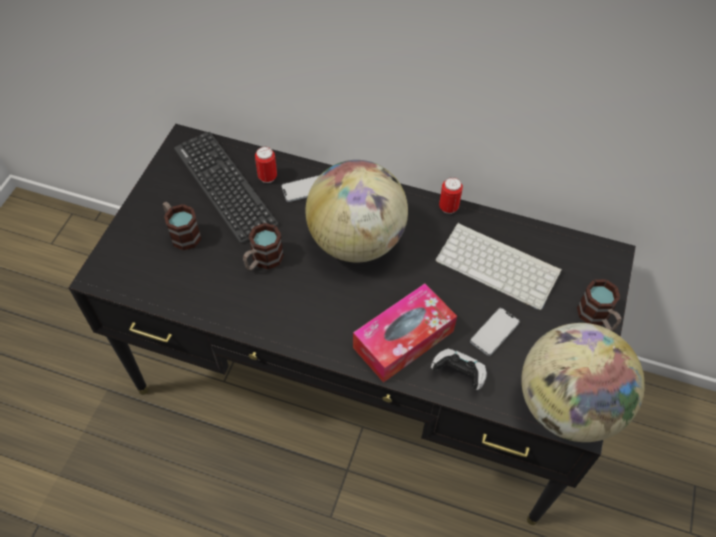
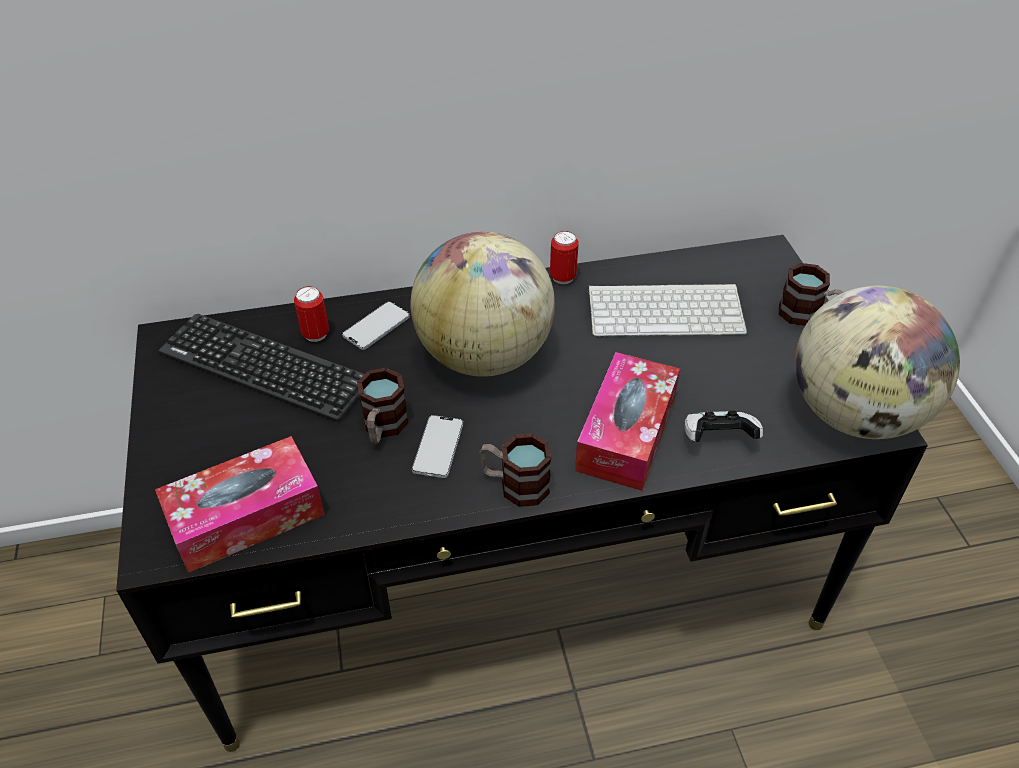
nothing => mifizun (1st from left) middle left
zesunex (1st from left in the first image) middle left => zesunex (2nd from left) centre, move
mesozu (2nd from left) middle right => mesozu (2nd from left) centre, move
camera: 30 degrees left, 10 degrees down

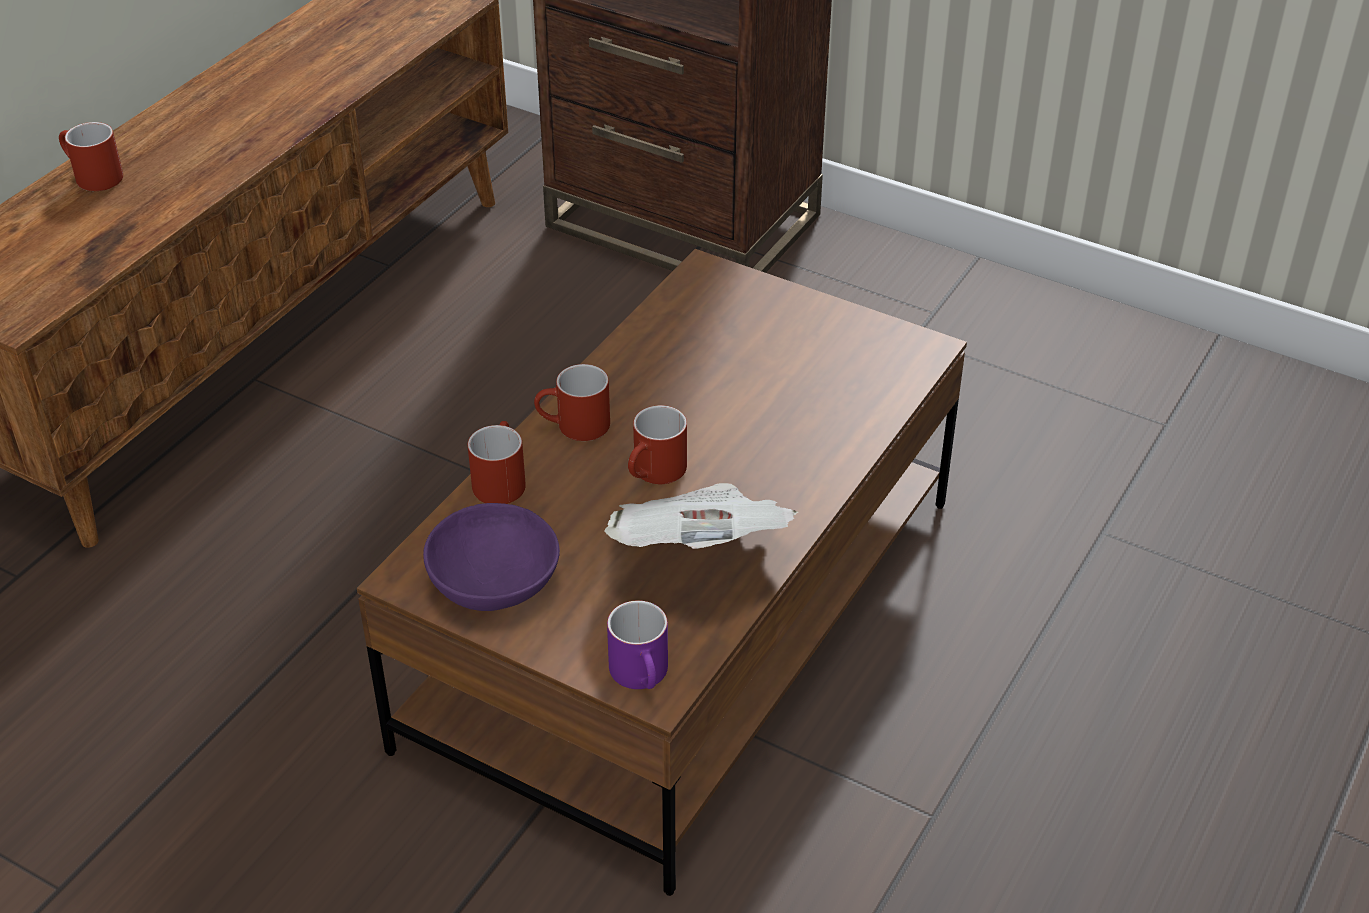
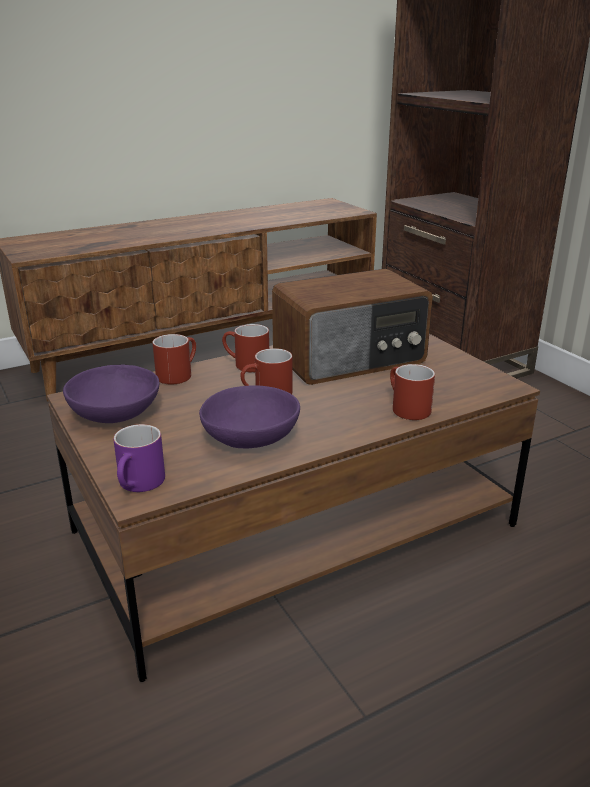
nothing => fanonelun centre
red_zesunex (1st from left in the first image) top left => red_zesunex (4th from left) middle right, move
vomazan centre => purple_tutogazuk (2nd from left) centre
camera: 30 degrees right, 15 degrees down

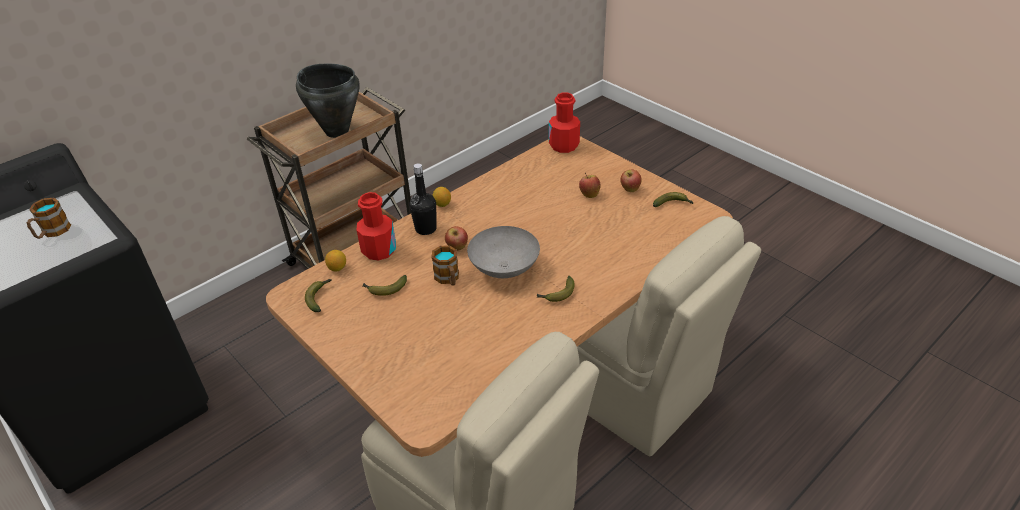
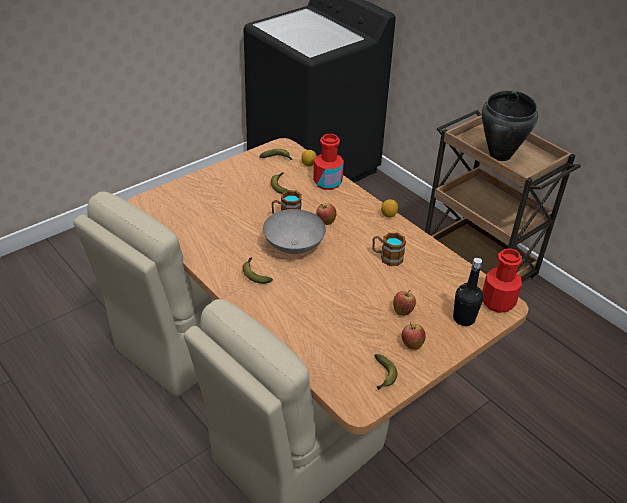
zesunex (1st from left in the first image) middle left => zesunex (2nd from left) centre, move
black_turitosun centre => black_turitosun middle right, move
camera: 90 degrees right, 0 degrees up

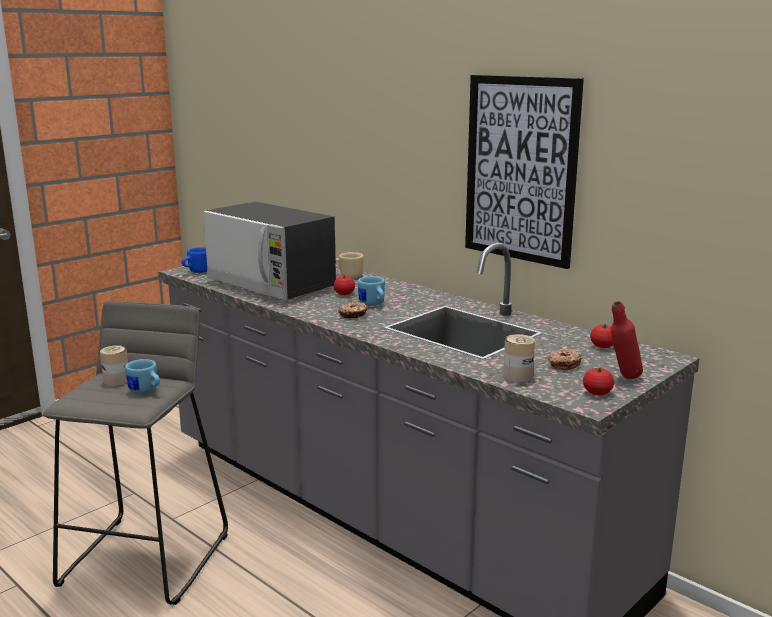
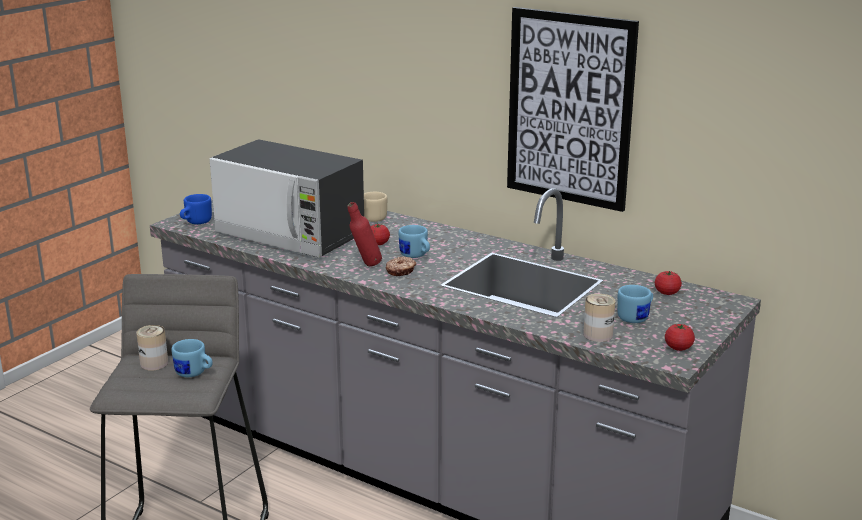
red_turitosun middle right => red_turitosun centre, move
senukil (2nd from left) middle right => blue_zesunex (4th from left) middle right
camera: 10 degrees left, 5 degrees up

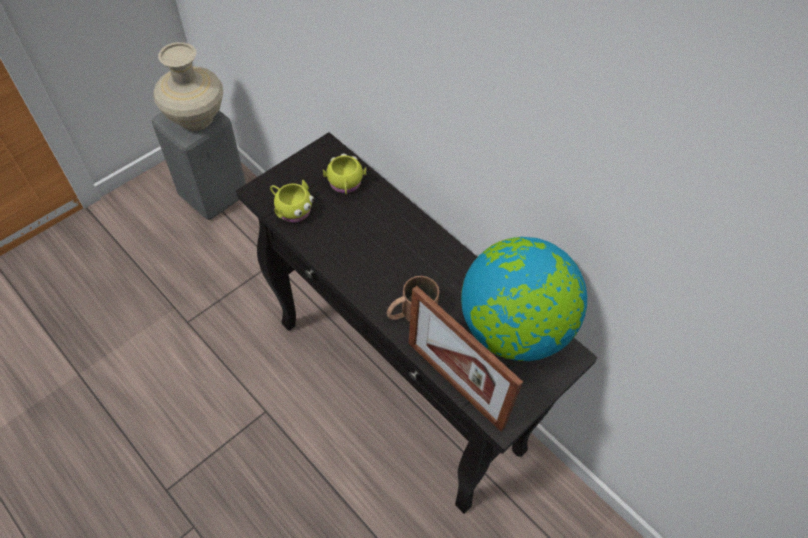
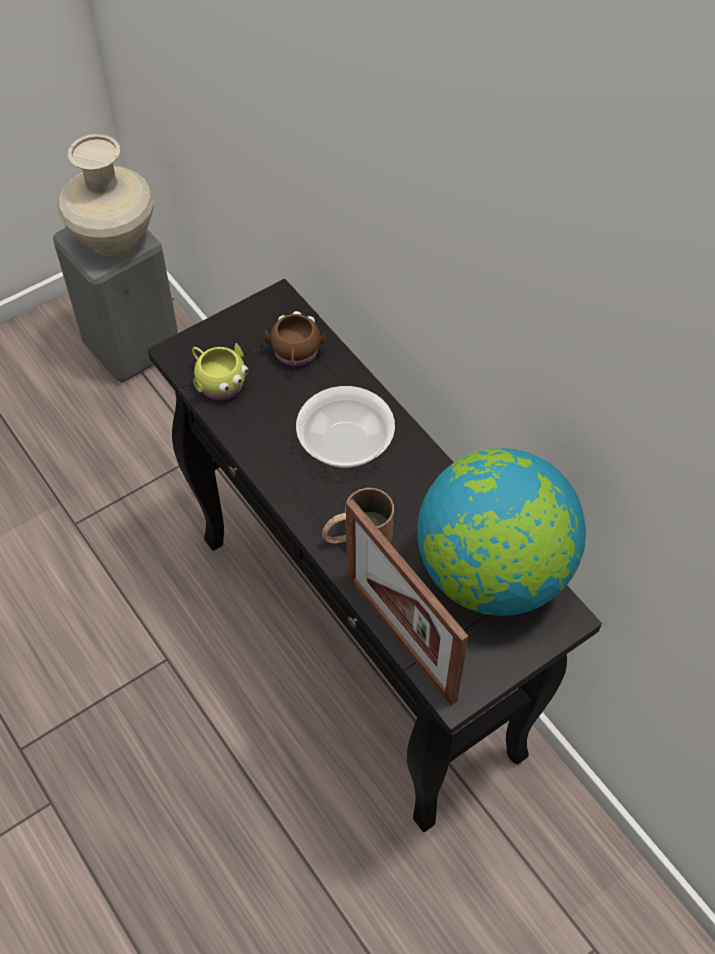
nothing => tutogazuk centre
yellow_zesunex (2nd from left) top centre => brown_zesunex (1st from left) centre
camera: 10 degrees right, 0 degrees up

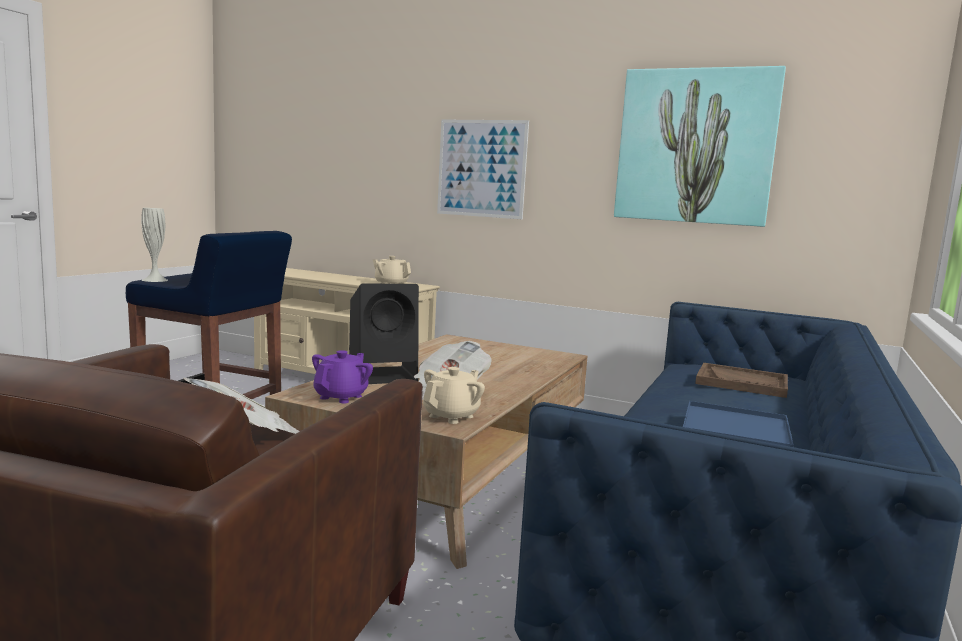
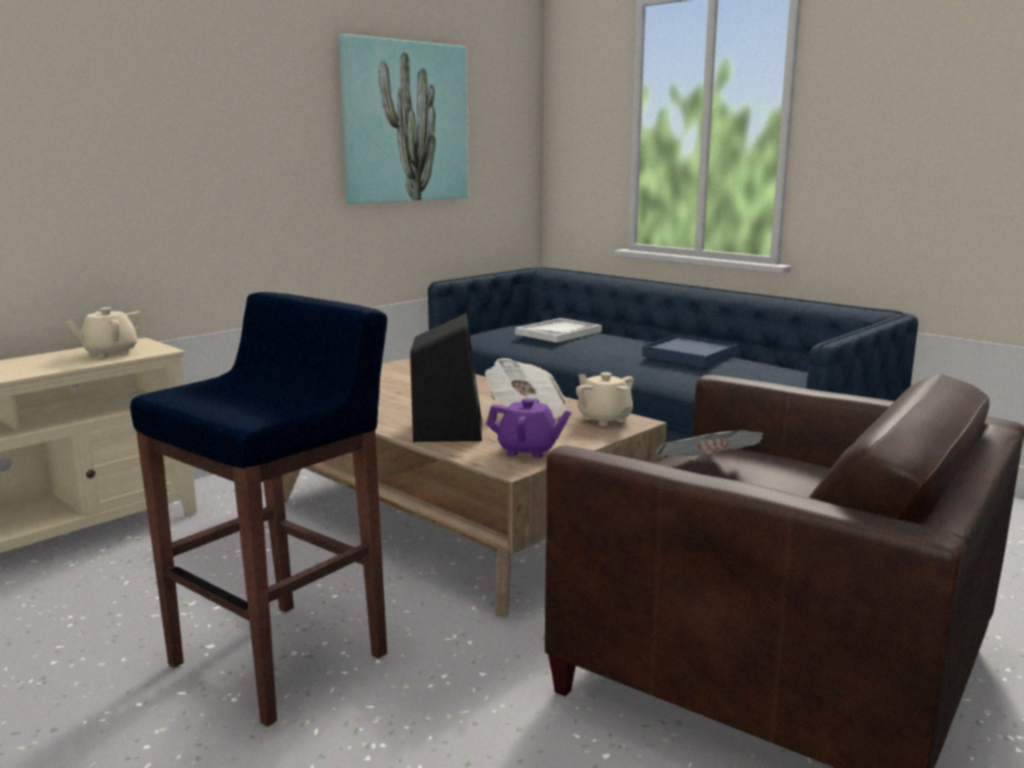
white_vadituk middle left => nothing
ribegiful (1st from left) top centre => nothing
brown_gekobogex middle right => white_gekobogex centre
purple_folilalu centre, 150 degrees clockwise
camera: 70 degrees left, 5 degrees up

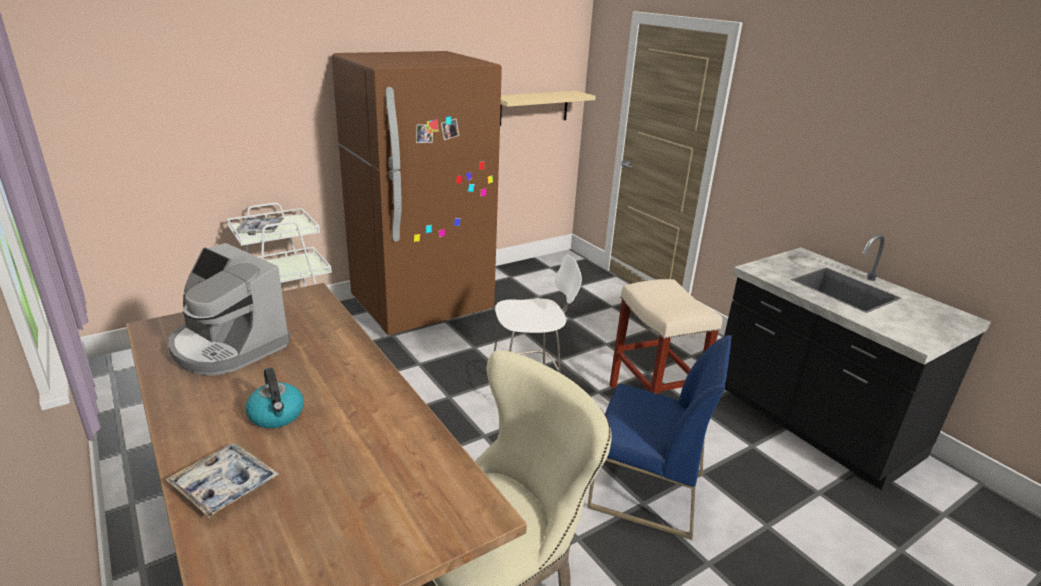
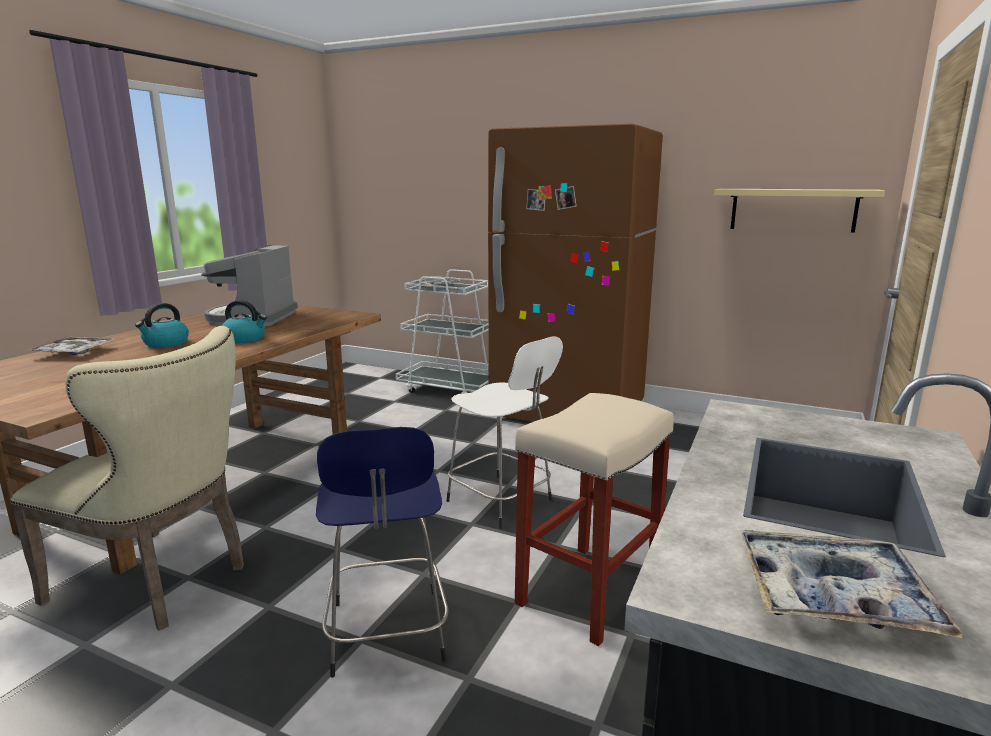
nothing => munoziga (2nd from left) middle left
nothing => gekobogex (3rd from left) bottom right
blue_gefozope bottom centre => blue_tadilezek bottom centre
camera: 60 degrees right, 10 degrees down

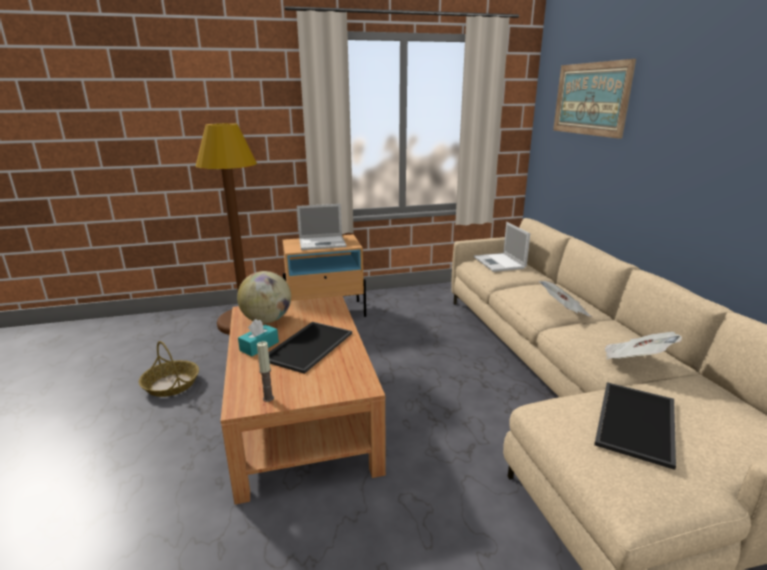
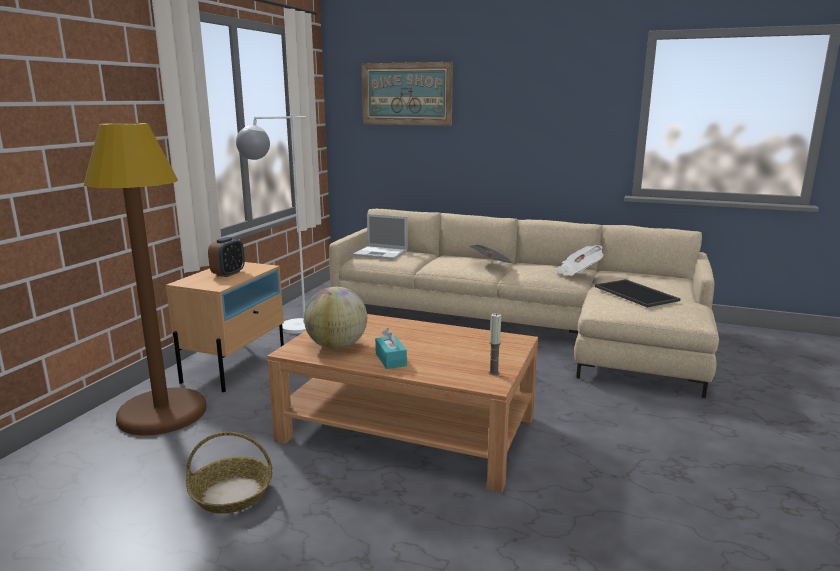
gekobogex (1st from left) centre => nothing
nothing => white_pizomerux middle left
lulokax (1st from left) centre => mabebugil middle left
camera: 55 degrees left, 5 degrees down

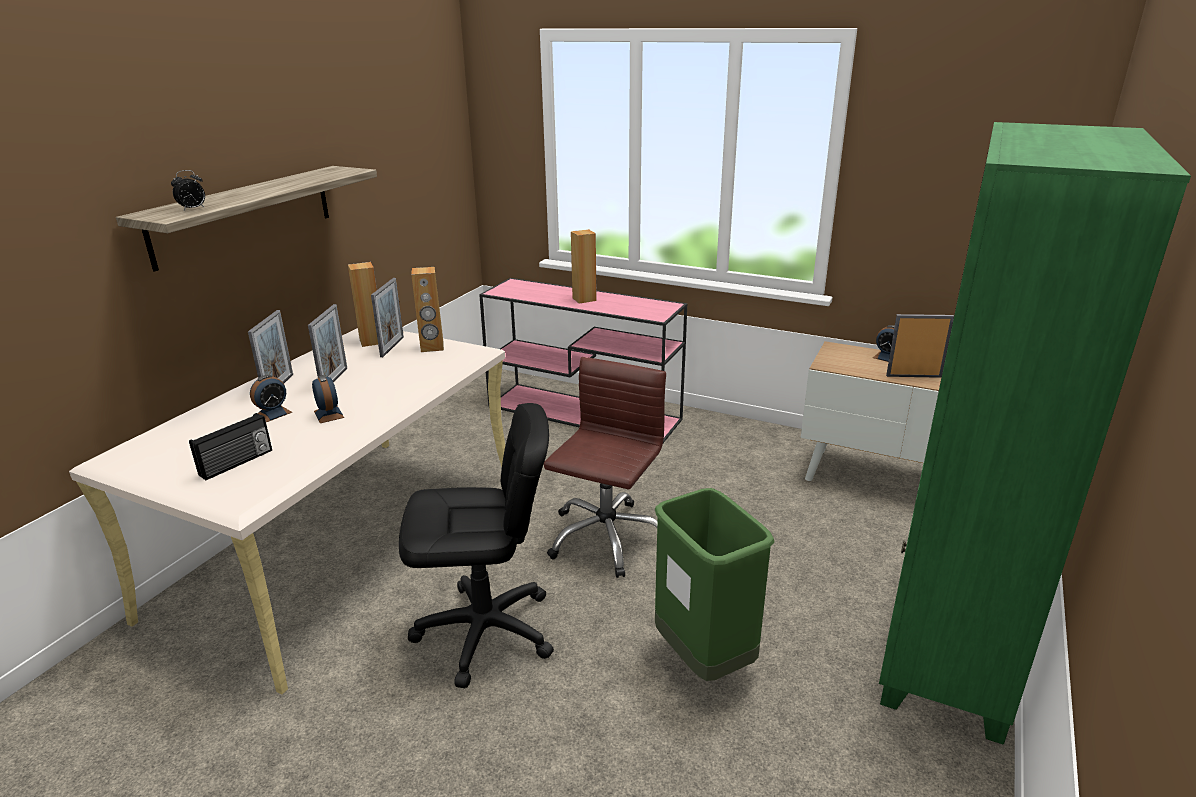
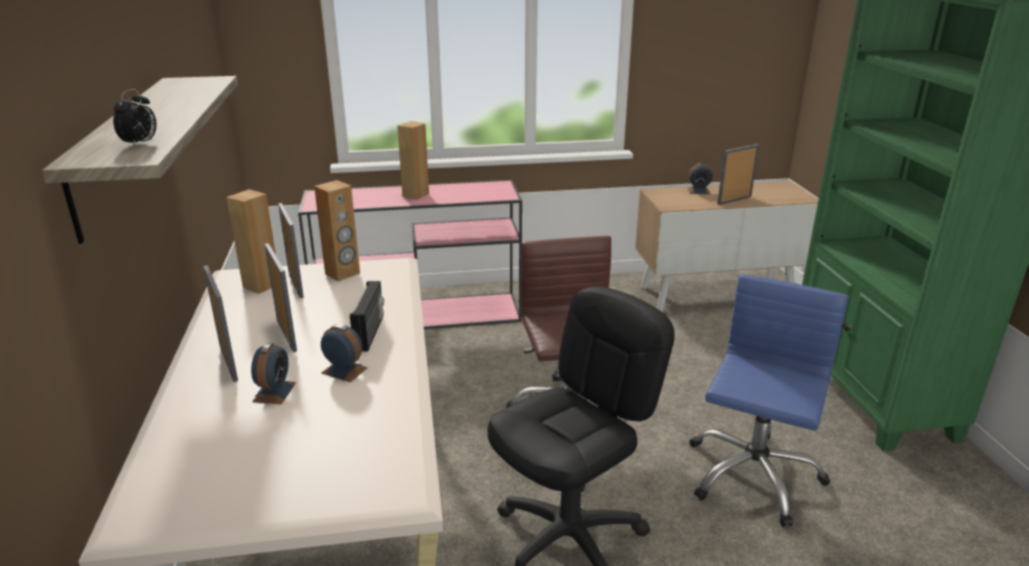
fanonelun middle left => fanonelun centre, move
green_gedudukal bottom centre => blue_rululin bottom right
camera: 35 degrees left, 0 degrees up

